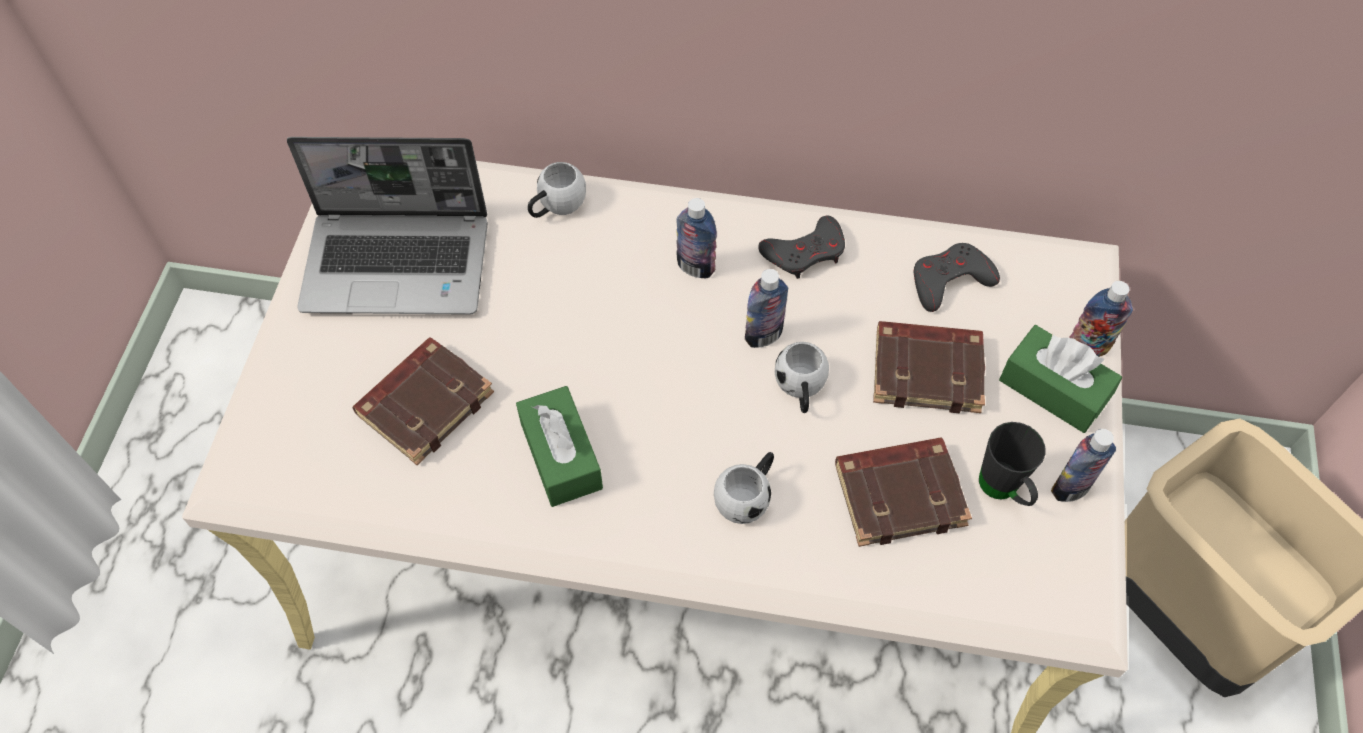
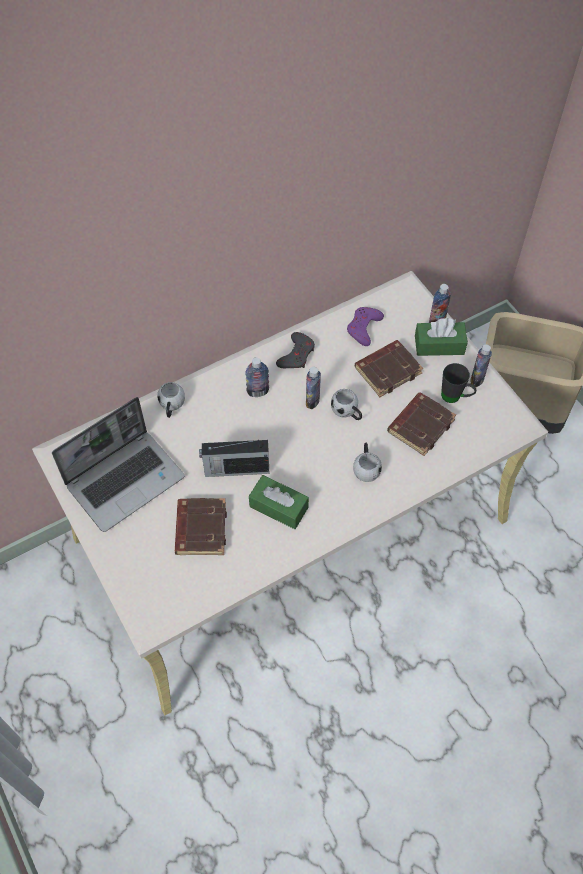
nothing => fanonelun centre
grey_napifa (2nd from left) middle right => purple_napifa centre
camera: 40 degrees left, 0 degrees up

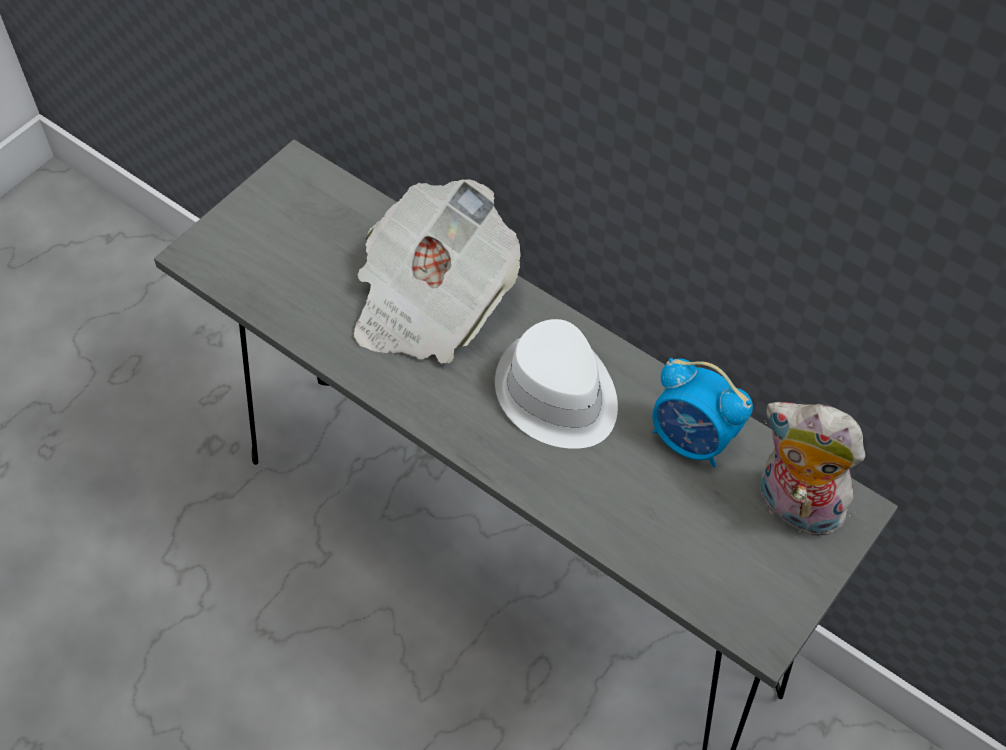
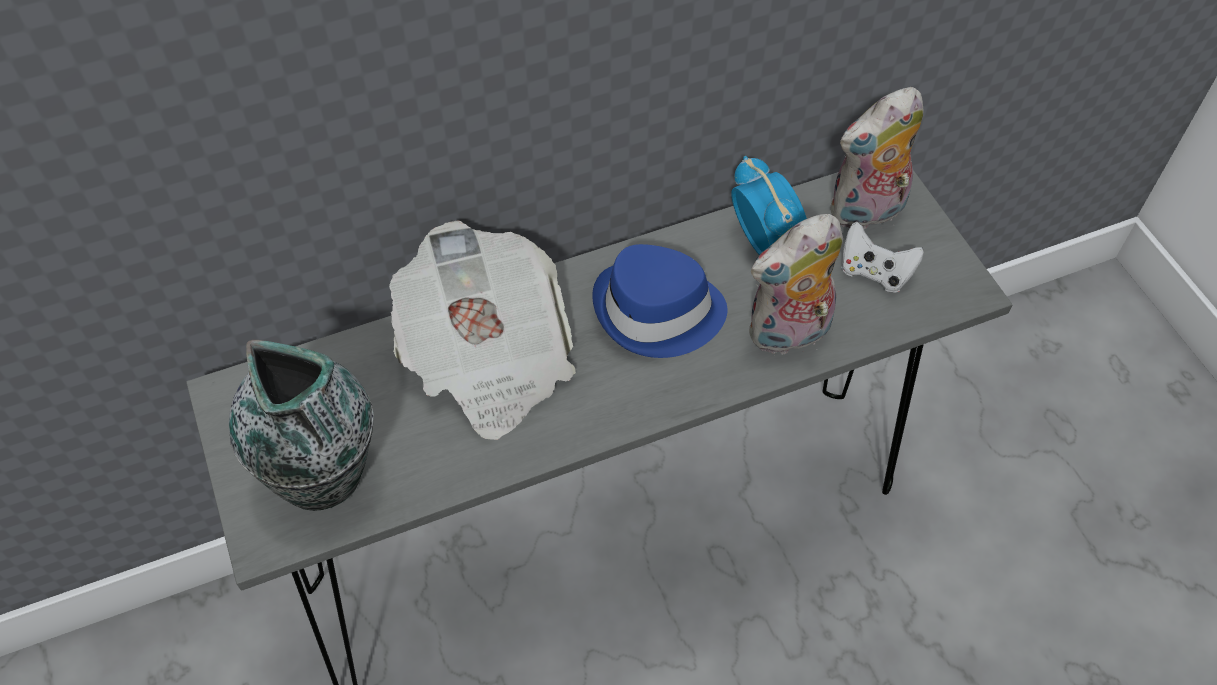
nothing => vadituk middle left
nothing => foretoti (1st from left) centre
nothing => white_napifa middle right
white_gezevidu centre => blue_gezevidu centre
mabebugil middle right => mabebugil top centre, 90 degrees counterclockwise
camera: 60 degrees left, 0 degrees up

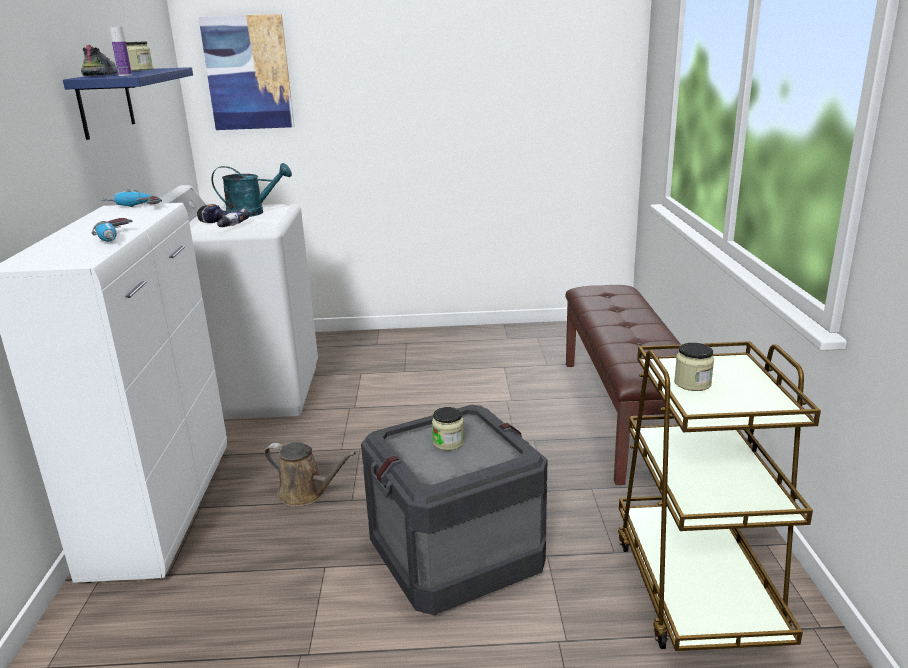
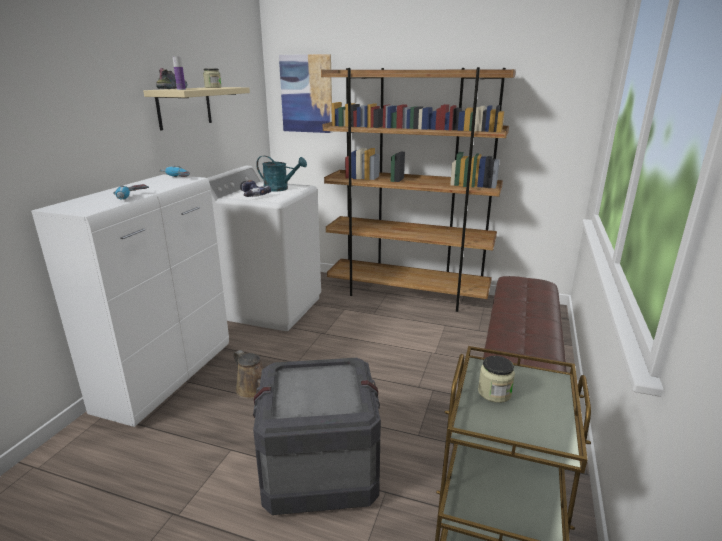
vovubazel (2nd from left) centre => nothing
nothing => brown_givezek centre
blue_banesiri top left => beige_banesiri top left
camera: 20 degrees right, 0 degrees up

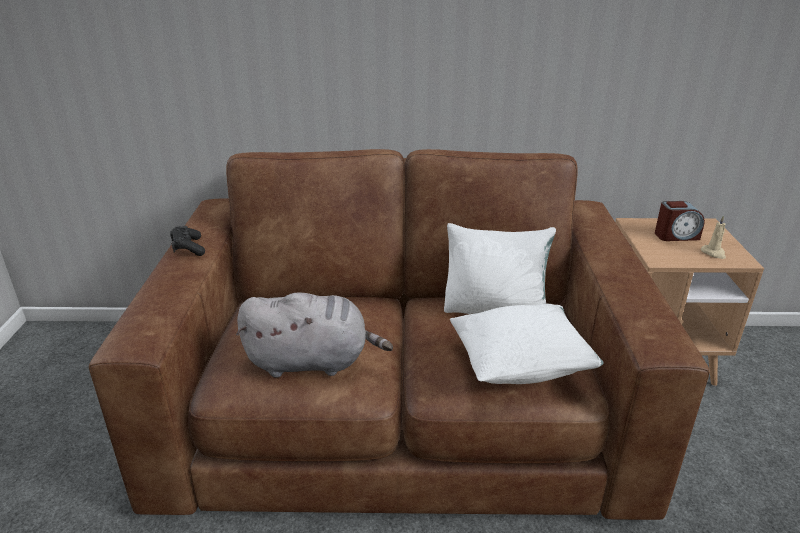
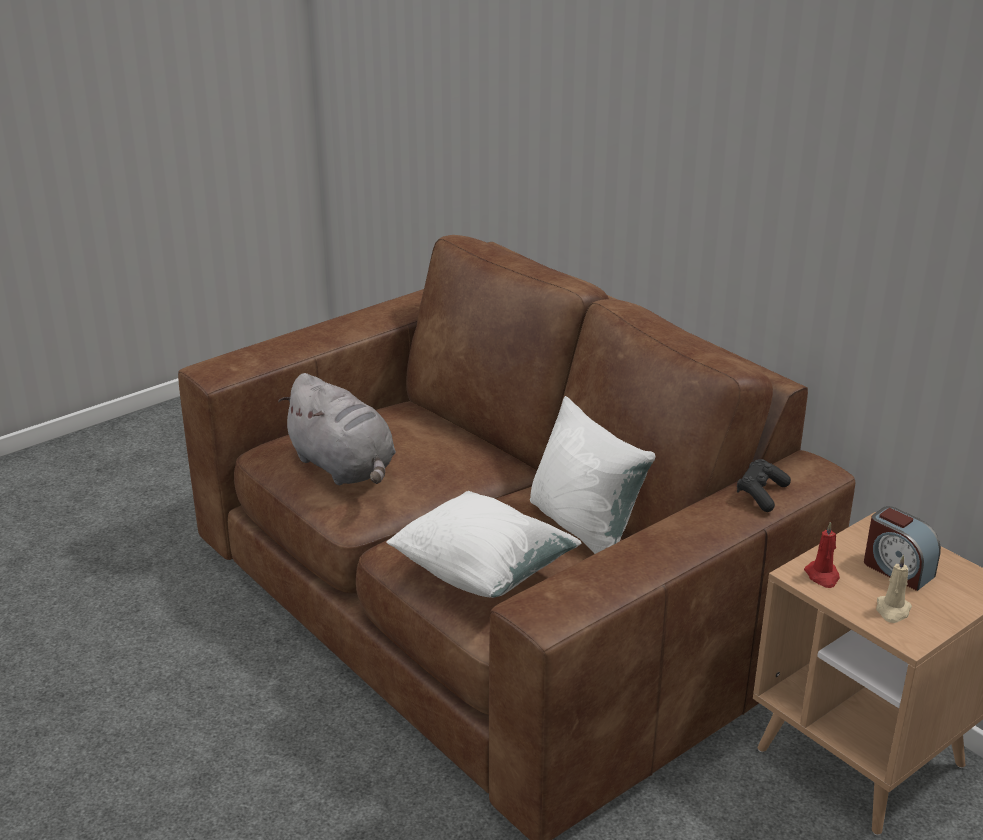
nothing => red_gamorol middle right
black_napifa middle left => black_napifa middle right, move
camera: 50 degrees right, 0 degrees up

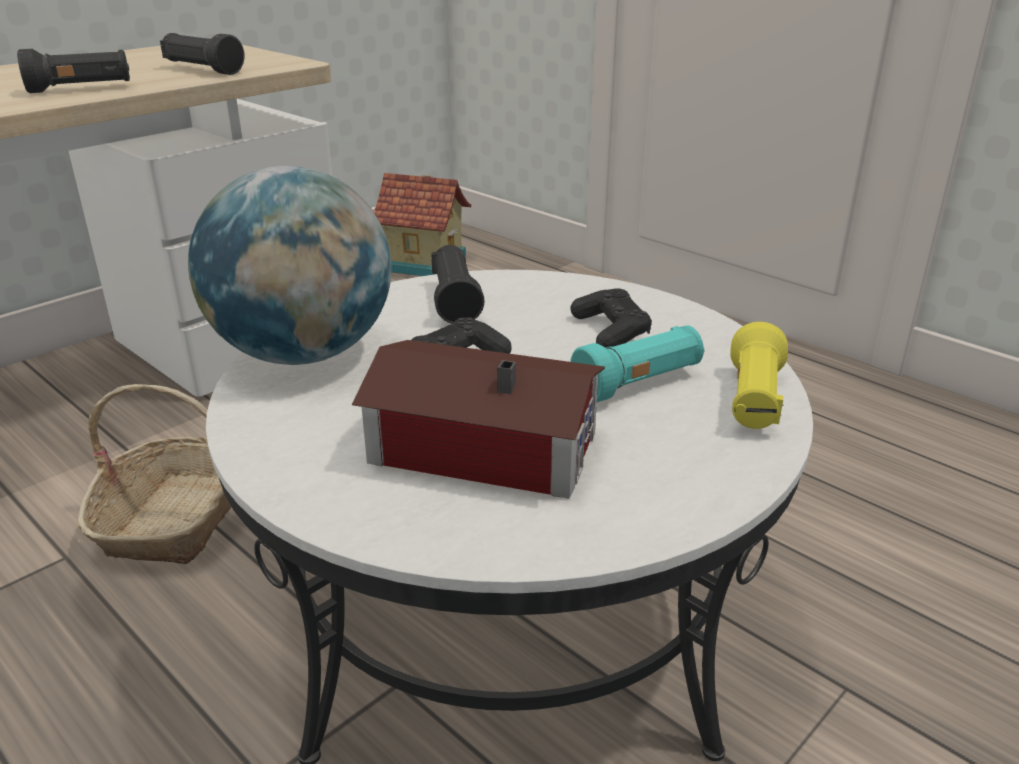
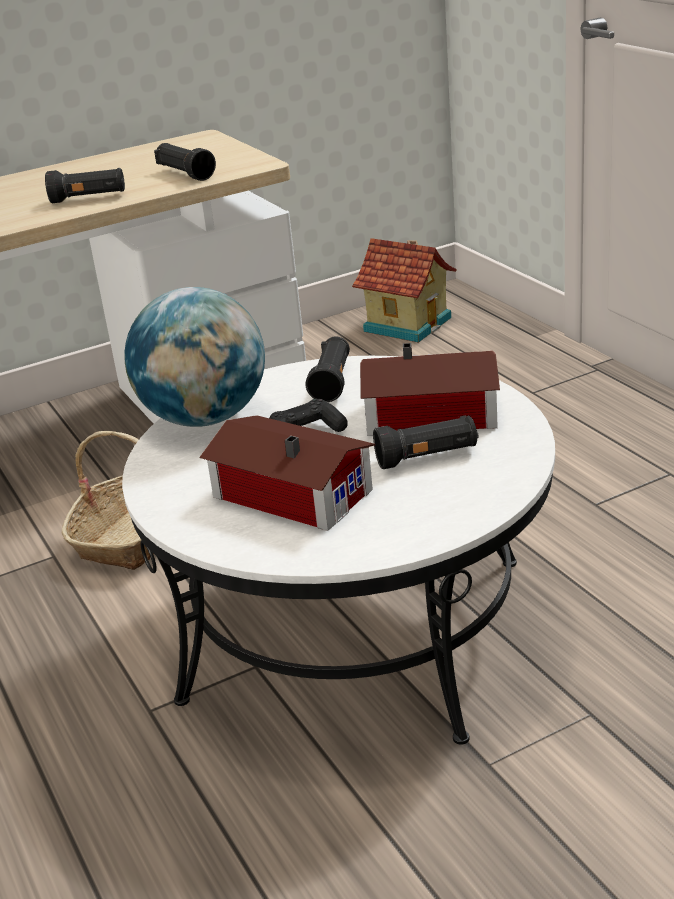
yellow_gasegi middle right => nothing
black_napifa (2nd from left) centre => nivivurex (3rd from left) centre
turquoise_gasegi centre => black_gasegi (4th from left) centre
camera: 20 degrees right, 0 degrees up

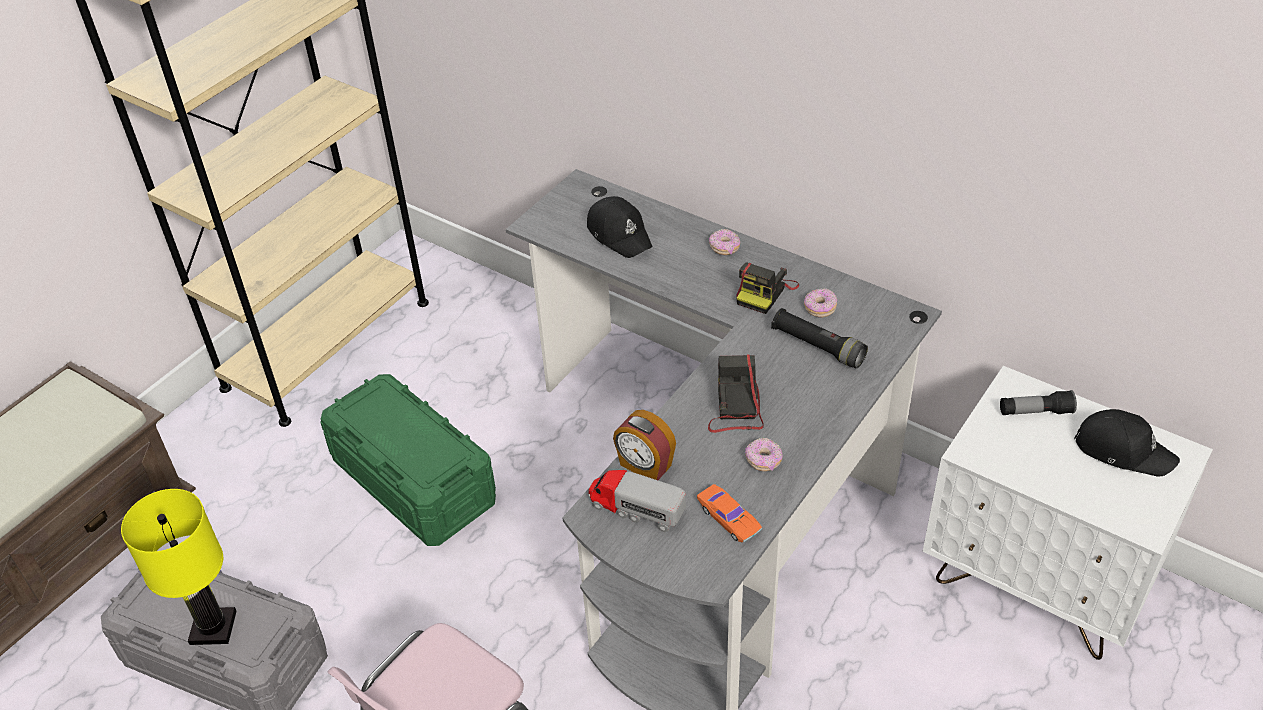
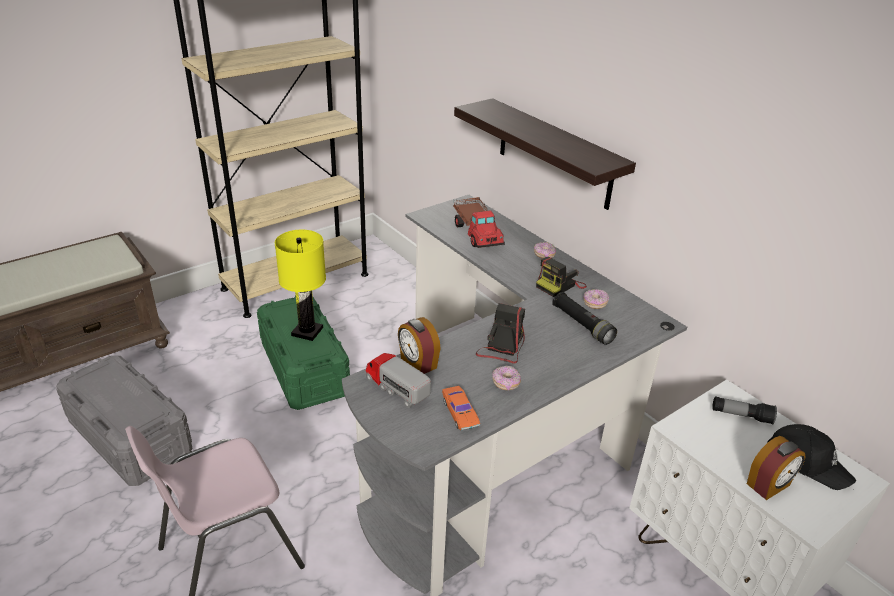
nothing => banesiri top centre
nothing => mabebugil (2nd from left) bottom right
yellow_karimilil bottom left => yellow_karimilil centre, move
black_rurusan (1st from left) top centre => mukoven (2nd from left) centre
camera: 15 degrees right, 10 degrees down

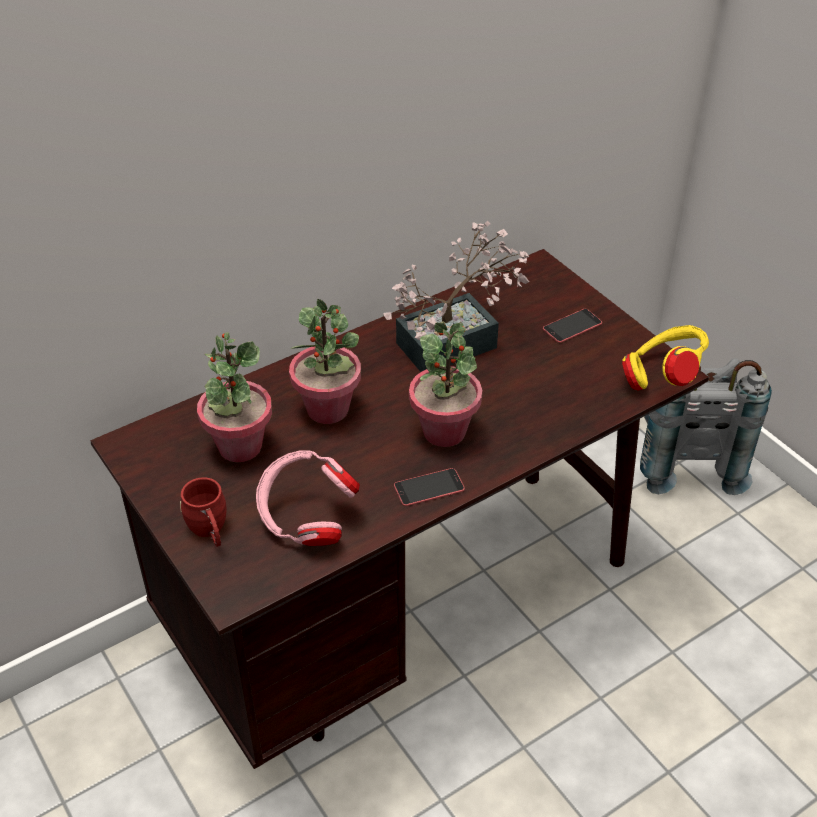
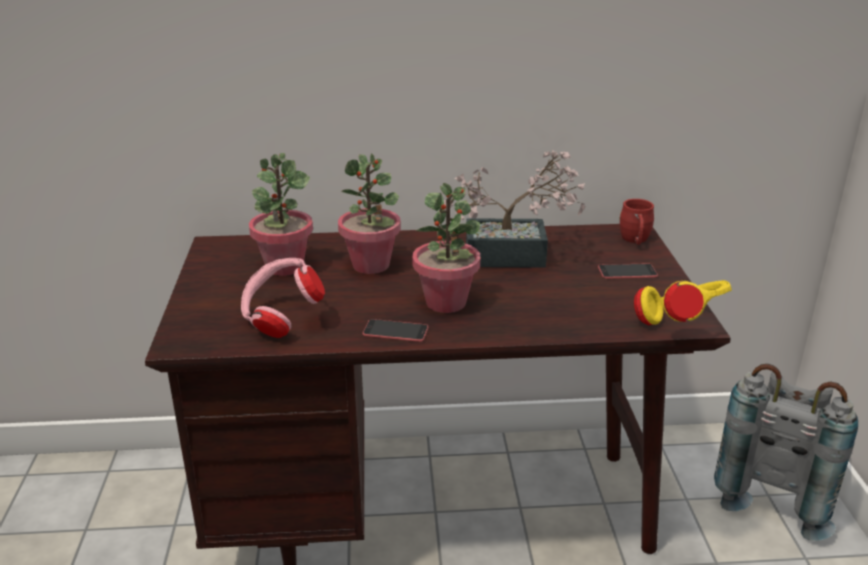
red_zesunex middle left => red_zesunex middle right, move
camera: 30 degrees right, 15 degrees down

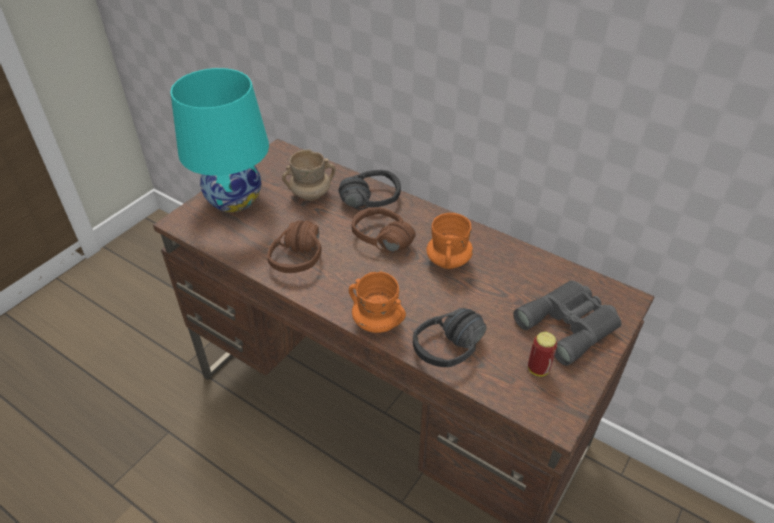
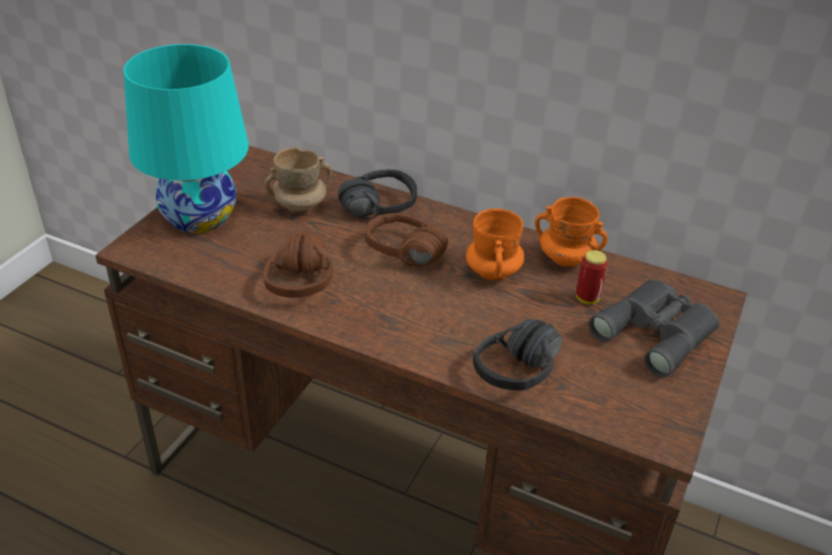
orange_zesunex (1st from left in the first image) centre => orange_zesunex (2nd from left) middle right, move
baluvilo bottom right => baluvilo middle right, move
camera: 10 degrees left, 5 degrees down

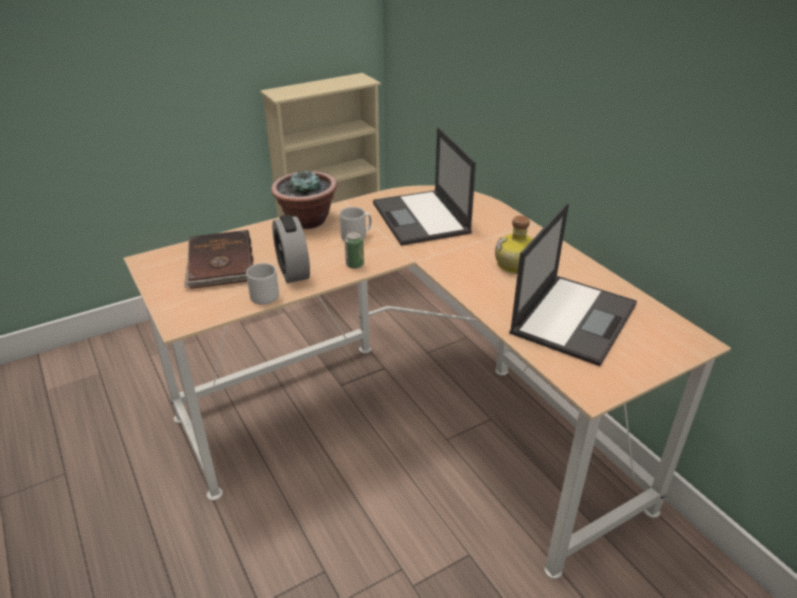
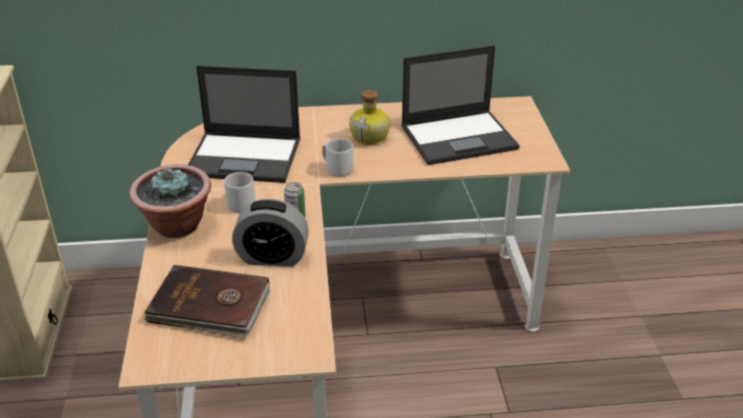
grey_zesunex (1st from left in the first image) middle left => grey_zesunex (2nd from left) centre, move
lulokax (2nd from left) middle right => lulokax (2nd from left) top centre, 105 degrees clockwise
camera: 65 degrees left, 0 degrees up

